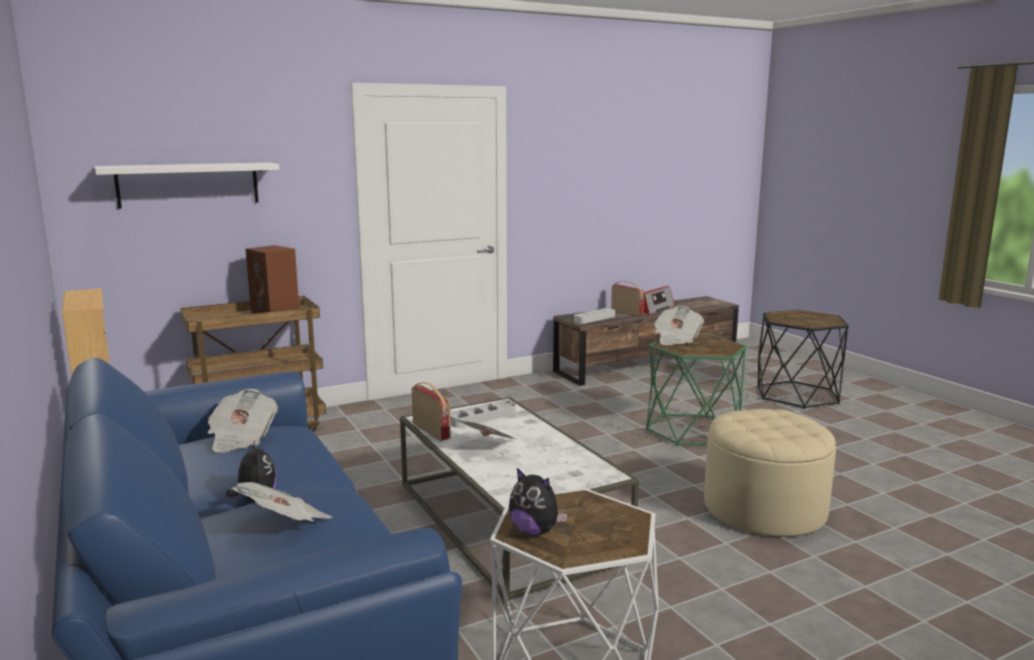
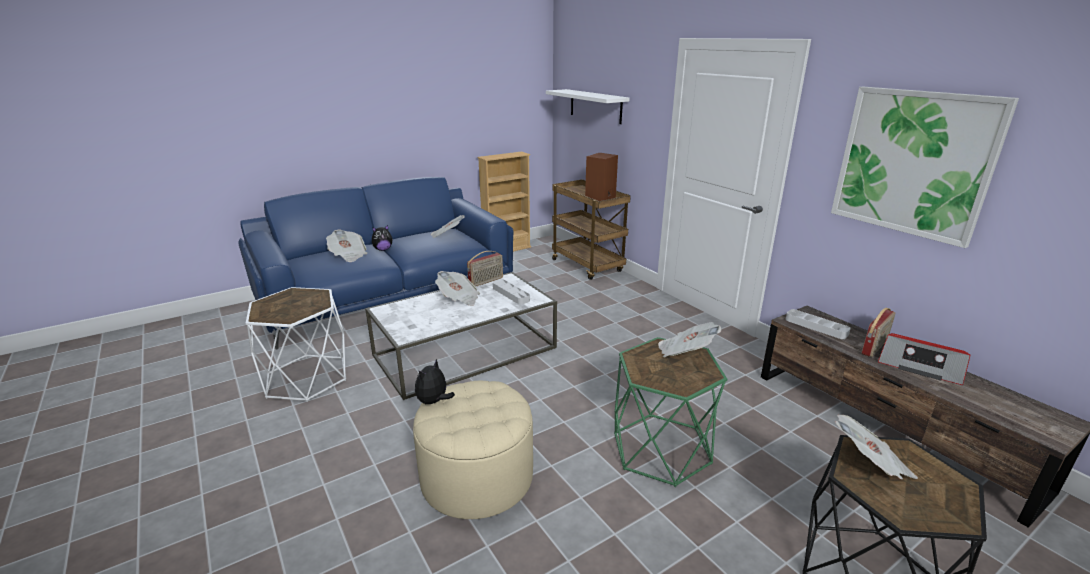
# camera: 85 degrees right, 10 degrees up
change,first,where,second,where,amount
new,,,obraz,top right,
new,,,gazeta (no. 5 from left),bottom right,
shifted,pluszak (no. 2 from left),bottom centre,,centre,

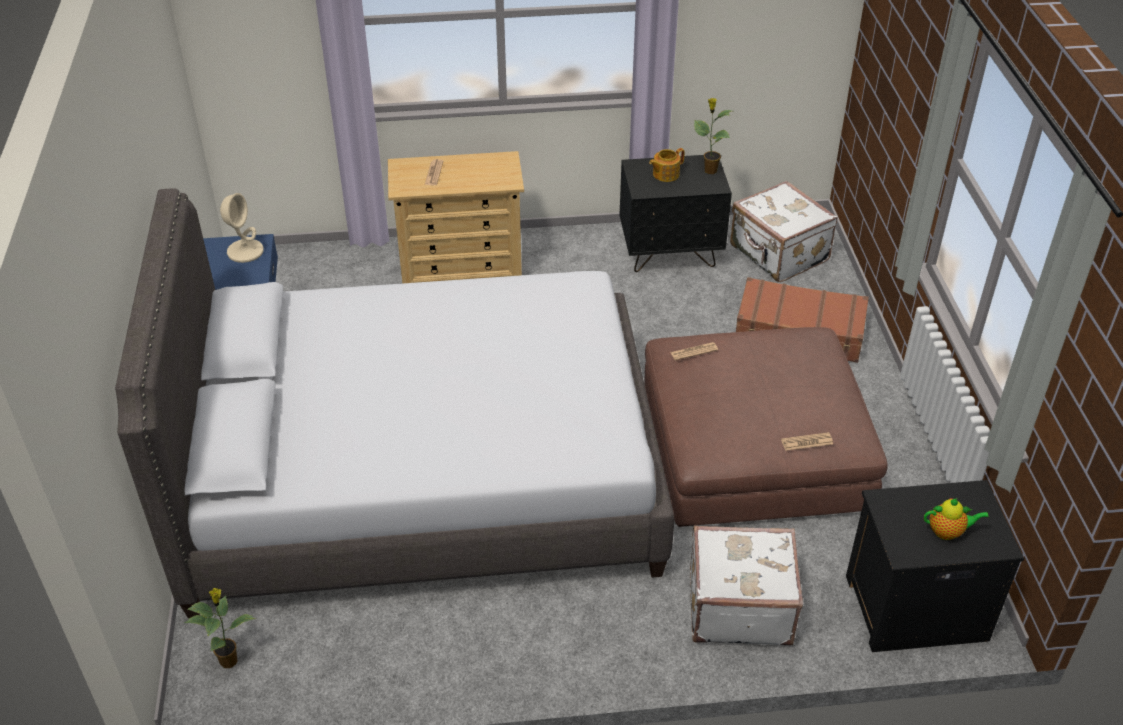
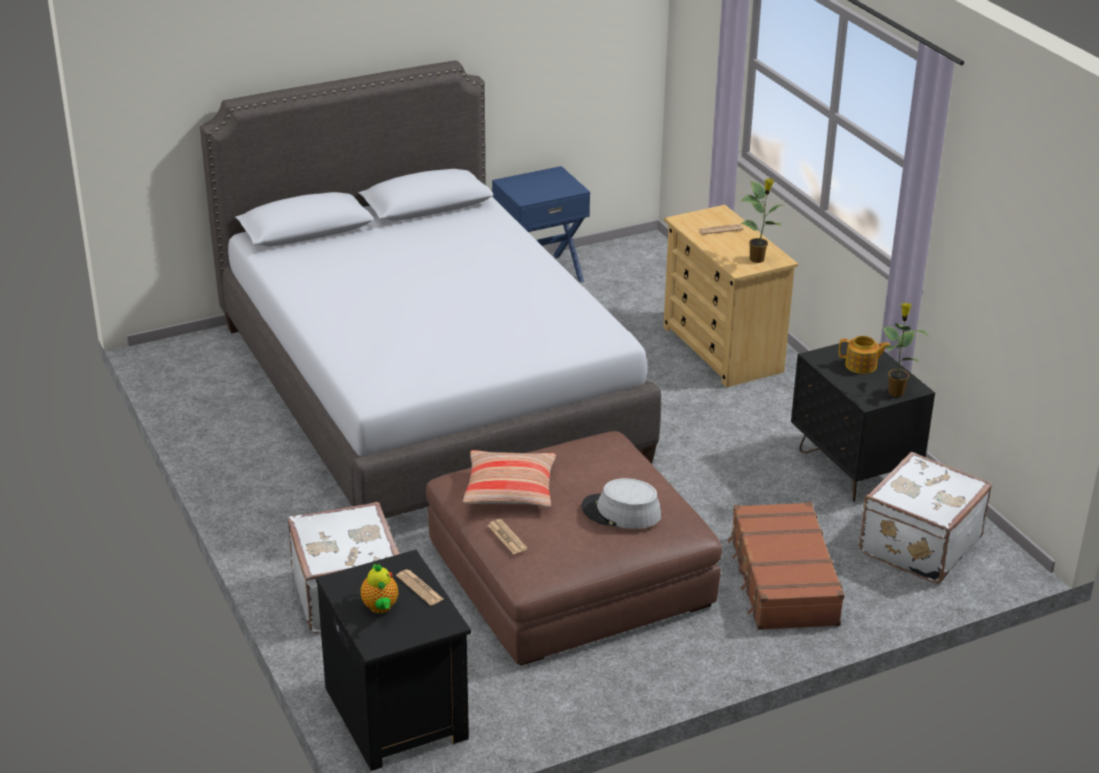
# camera: 70 degrees right, 10 degrees down
change,first,where,second,where,amount
gone,lampa stołowa (beżowy),top left,,,
new,,,poduszka,centre,
new,,,kapelusz (szary),centre,
shifted,roślina doniczkowa (no. 1 from left),bottom left,,top right,
shifted,gazeta (no. 2 from left in the first image),centre,gazeta (no. 1 from left),bottom centre,
rotated,imbryk (no. 1 from left in the first image),top centre,imbryk (no. 2 from left),middle right,150 degrees clockwise

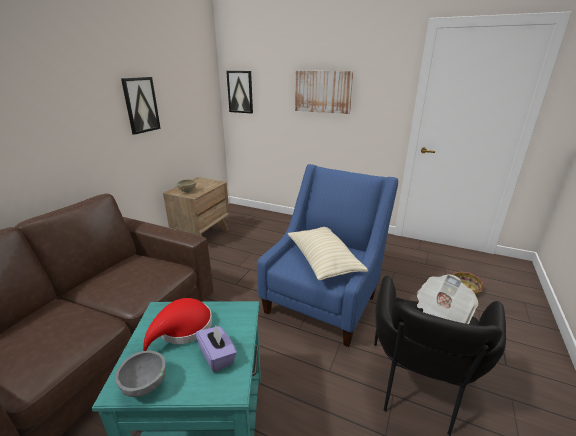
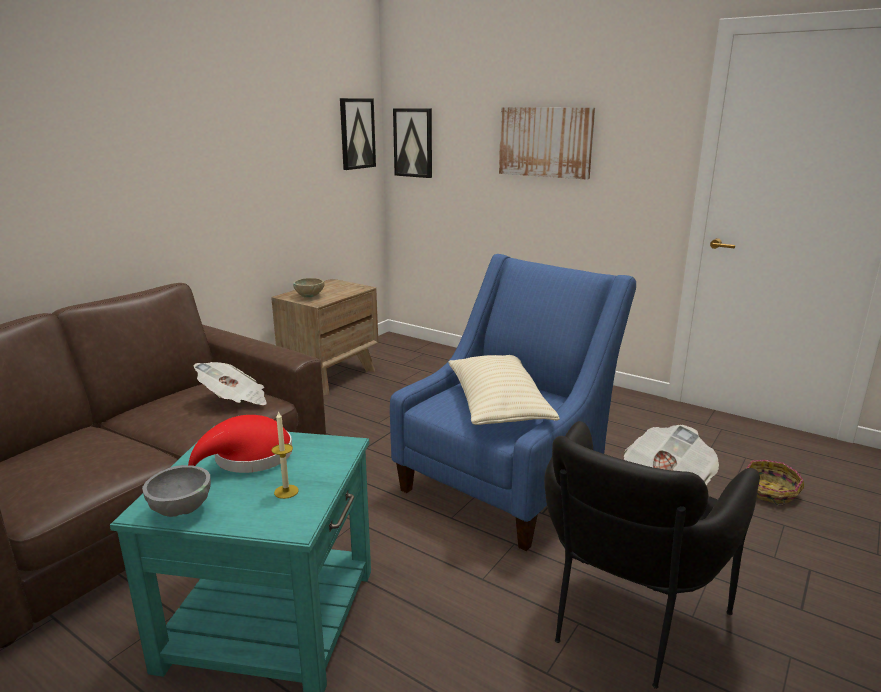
# camera: 10 degrees right, 5 degrees down
change,first,where,second,where,amount
new,,,gazeta (no. 1 from left),middle left,
shifted,obraz (no. 1 from left),top left,,top centre,
swapped,pudełko chusteczek (fioletowy),bottom centre,świeca,middle left,

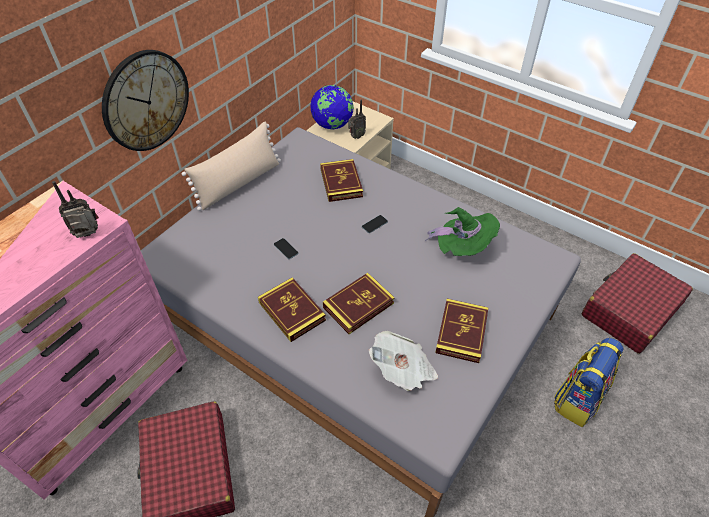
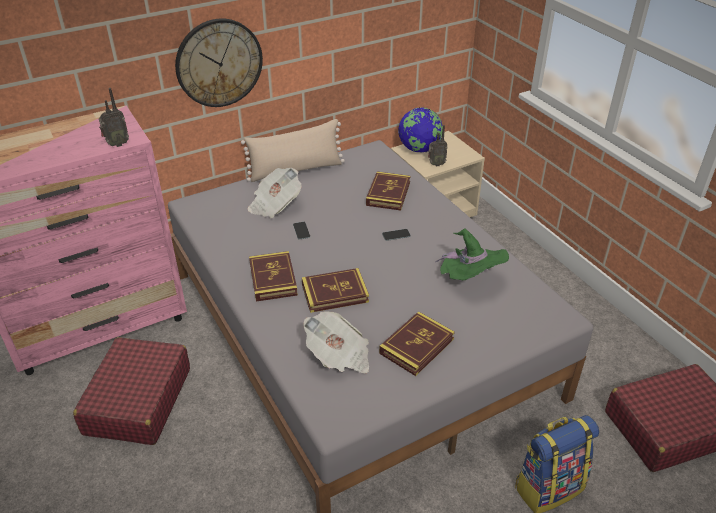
# camera: 25 degrees right, 10 degrees down
change,first,where,second,where,amount
new,,,gazeta (no. 1 from left),centre,
rotated,radio (no. 1 from left),middle left,,top left,150 degrees clockwise

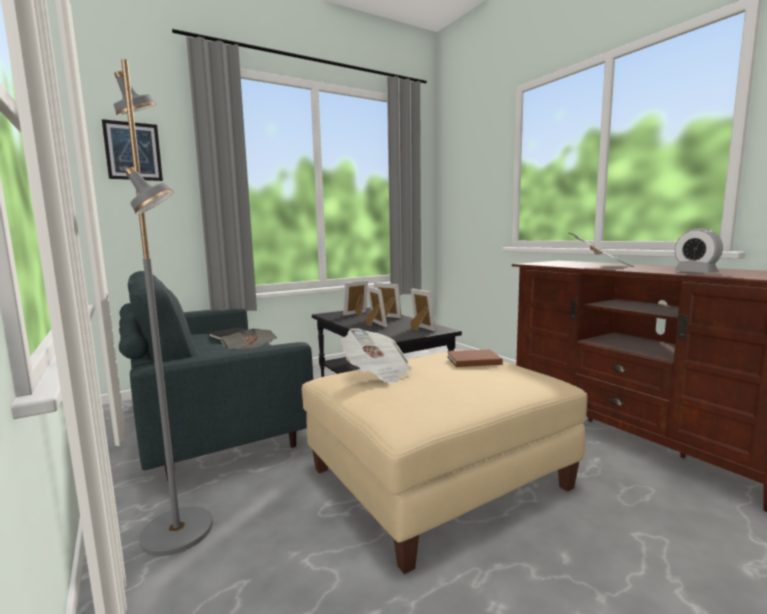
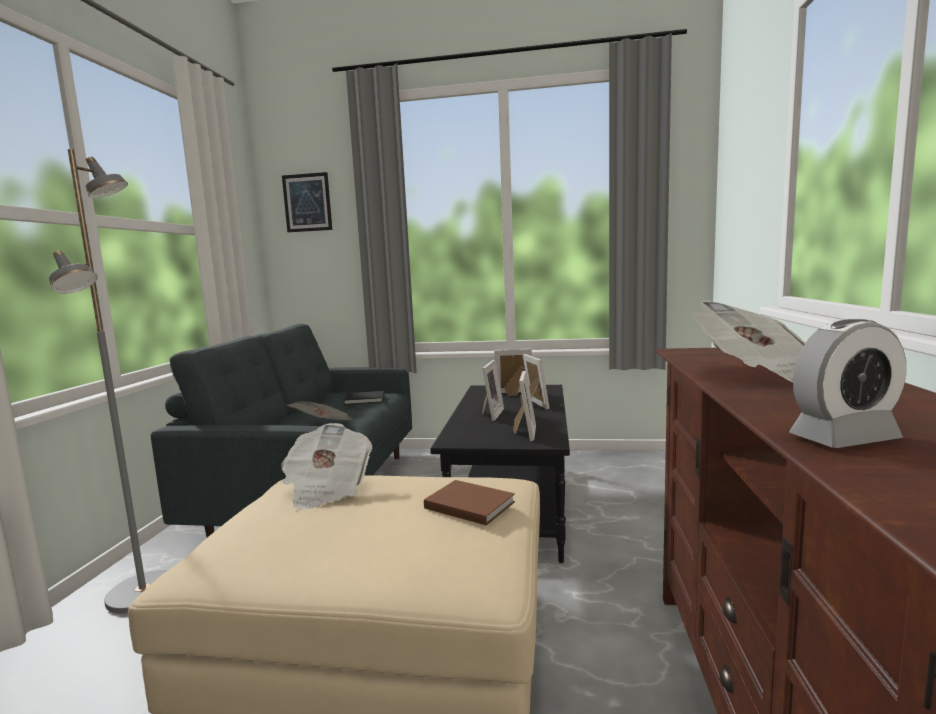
# camera: 40 degrees right, 0 degrees up
change,first,where,second,where,amount
rotated,budzik,middle right,,middle right,120 degrees counterclockwise

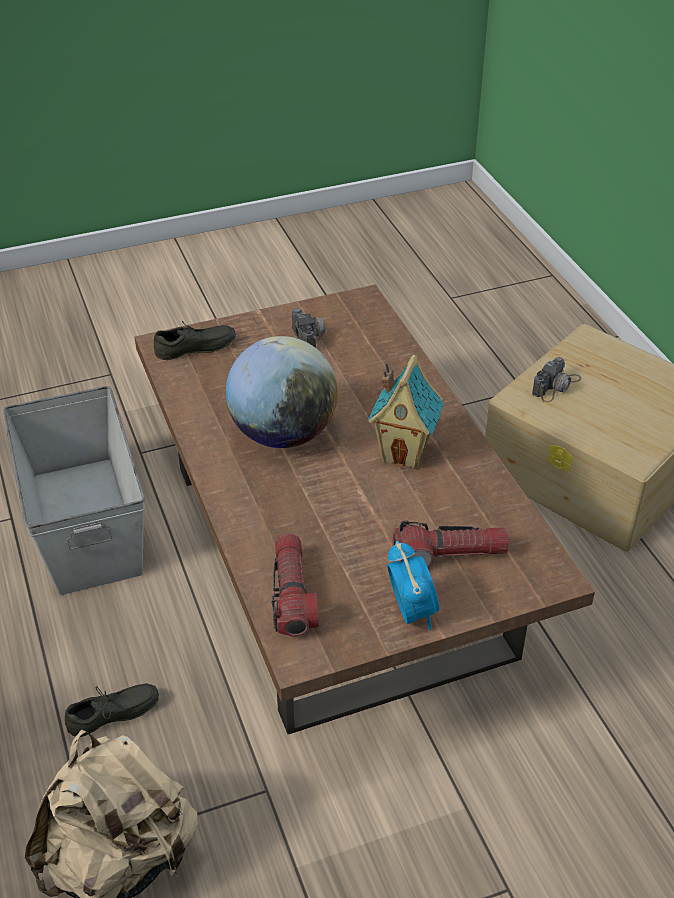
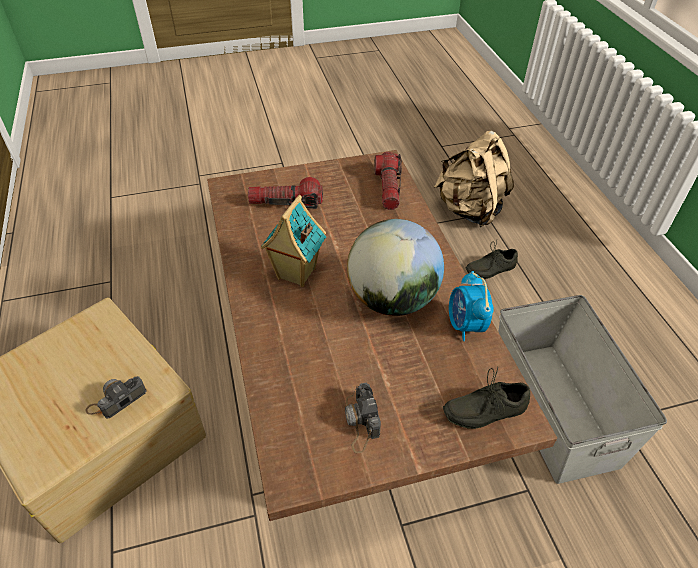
# camera: 175 degrees left, 5 degrees up
change,first,where,second,where,amount
shifted,budzik,centre,,middle right,

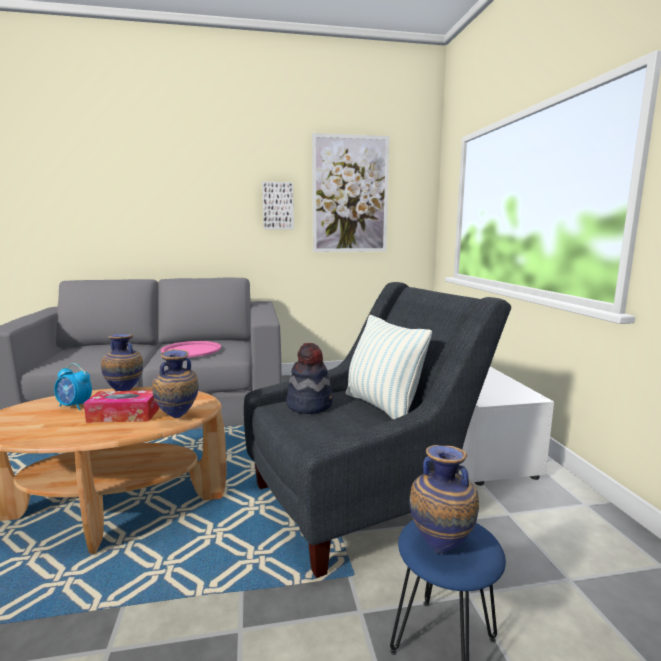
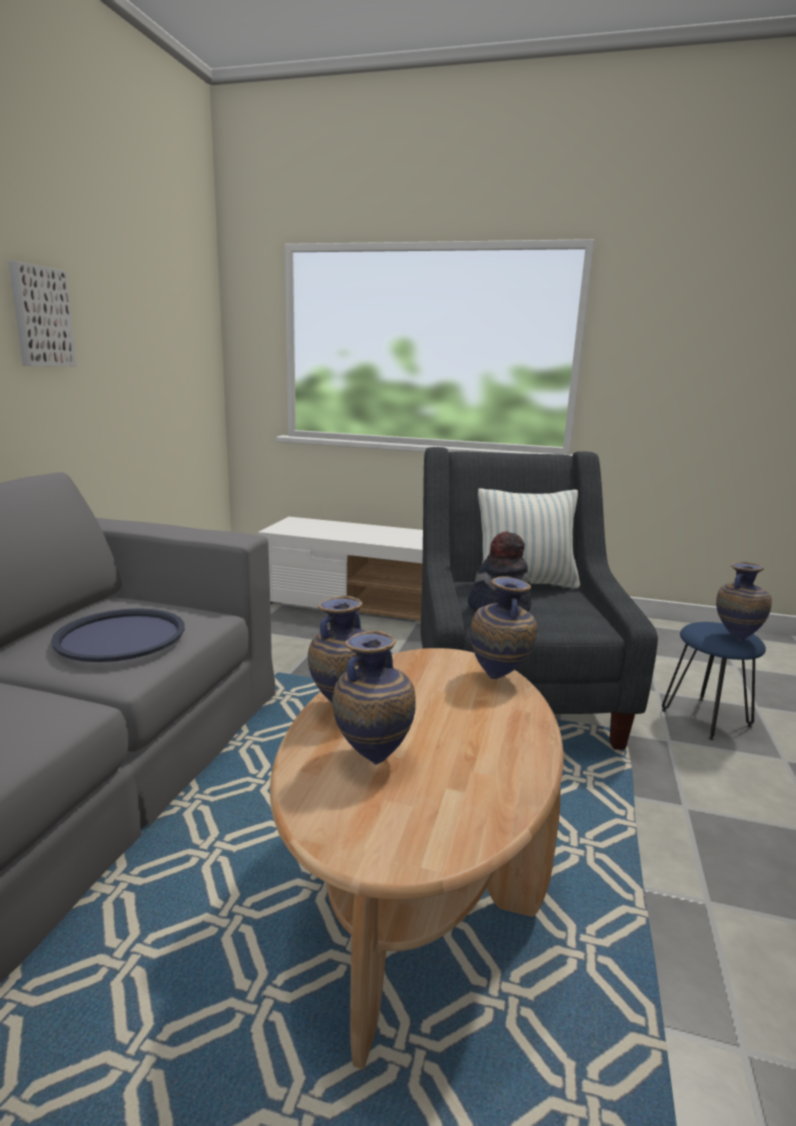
# camera: 65 degrees left, 5 degrees up
change,first,where,second,where,amount
gone,pudełko chusteczek,middle left,,,
gone,obraz (no. 2 from left),top centre,,,
swapped,budzik,middle left,wazon (no. 2 from left),centre,
repainted,taca (różowy),middle left,taca (niebieski),middle left,

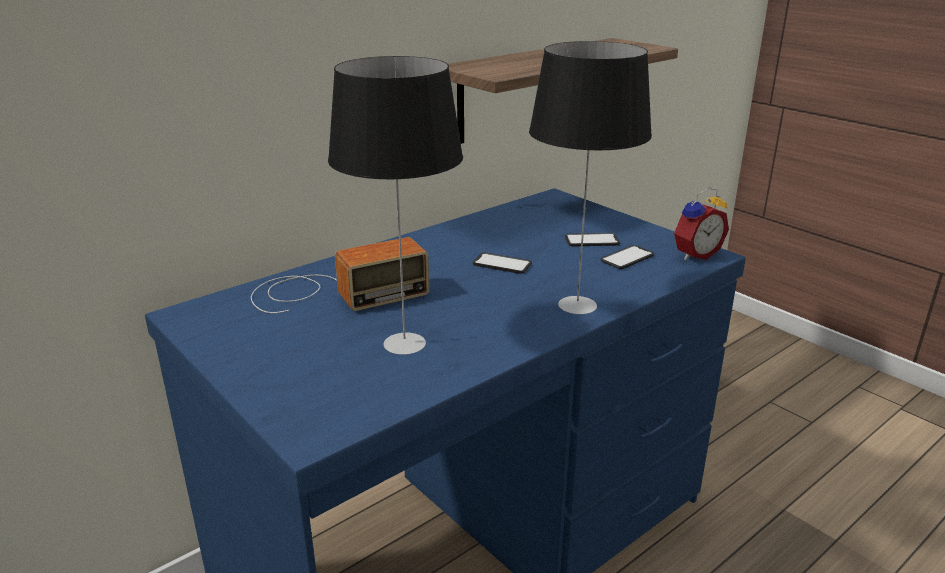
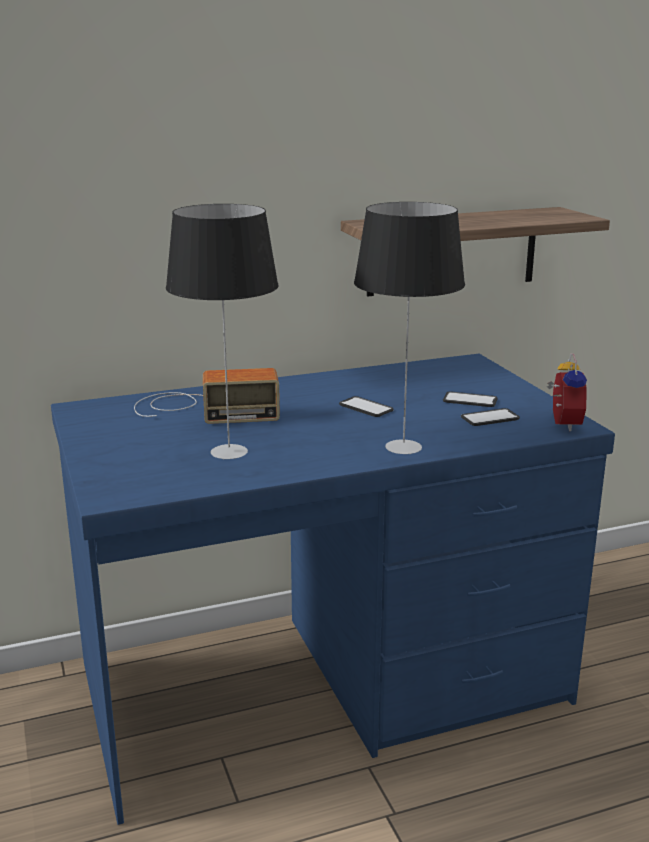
# camera: 20 degrees right, 5 degrees down
change,first,where,second,where,amount
rotated,budzik,middle right,,middle right,75 degrees counterclockwise

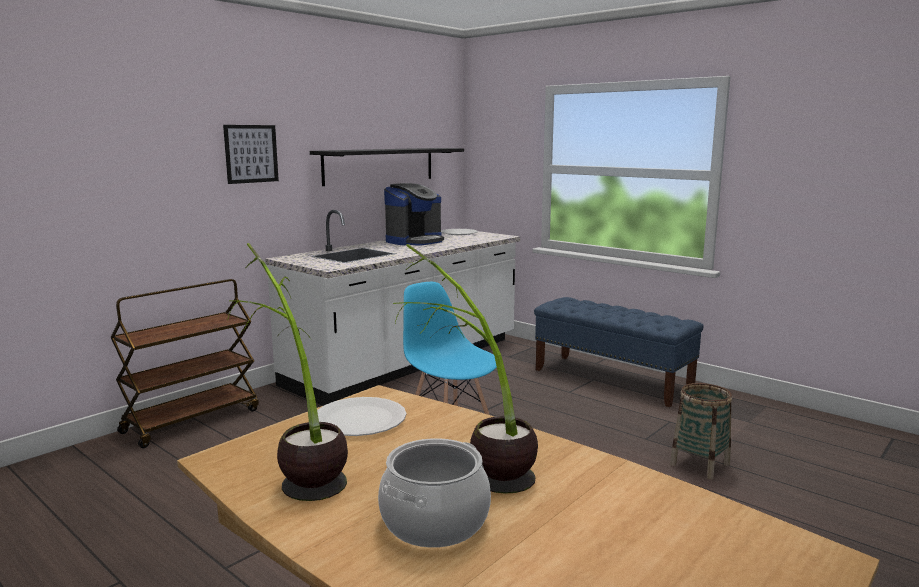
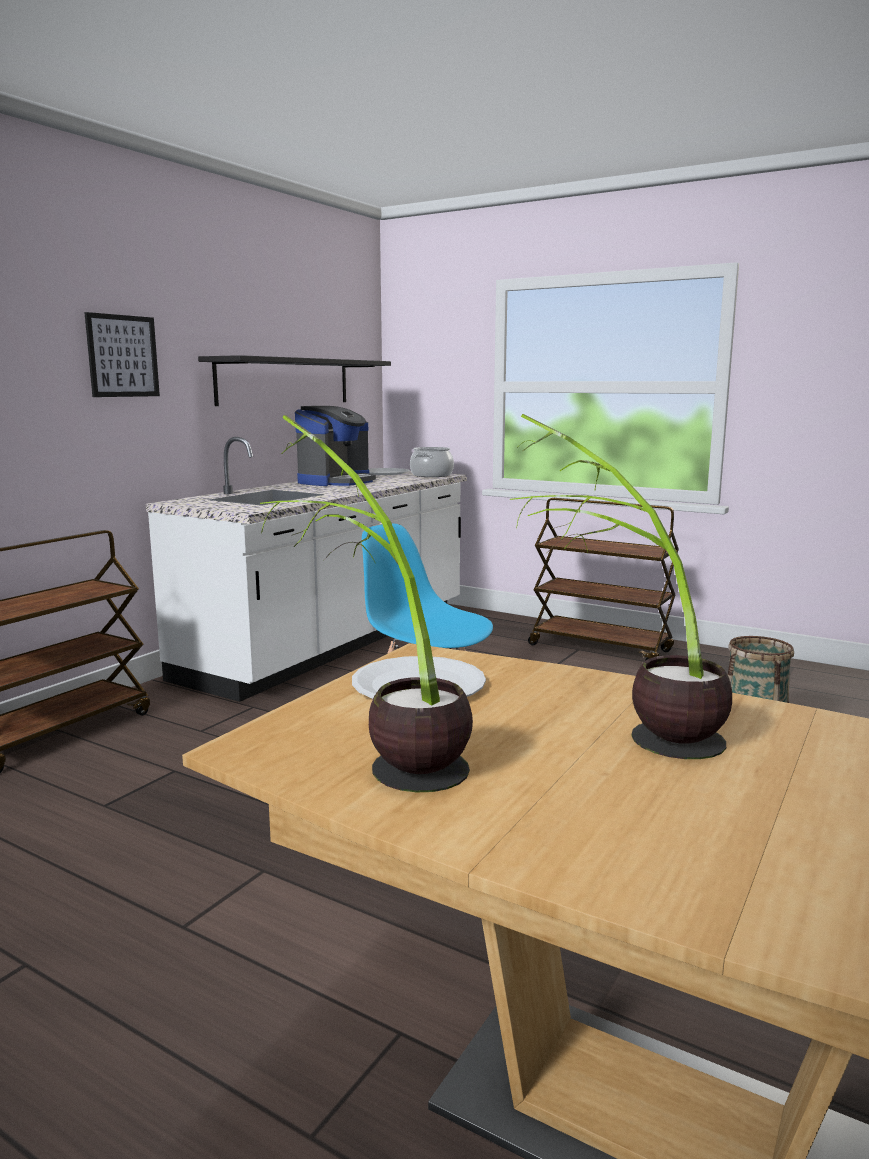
# camera: 10 degrees left, 0 degrees up
change,first,where,second,where,amount
shifted,garnek,bottom centre,,centre,
swapped,ławka (niebieski),middle right,wózek (brązowy) (no. 2 from left),middle right,

